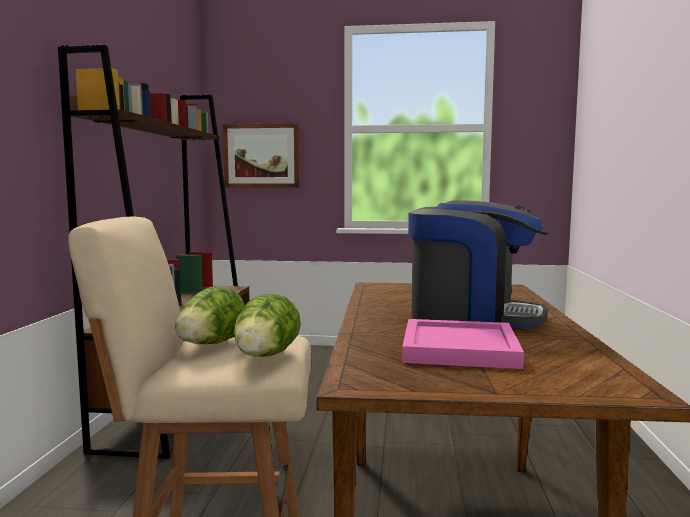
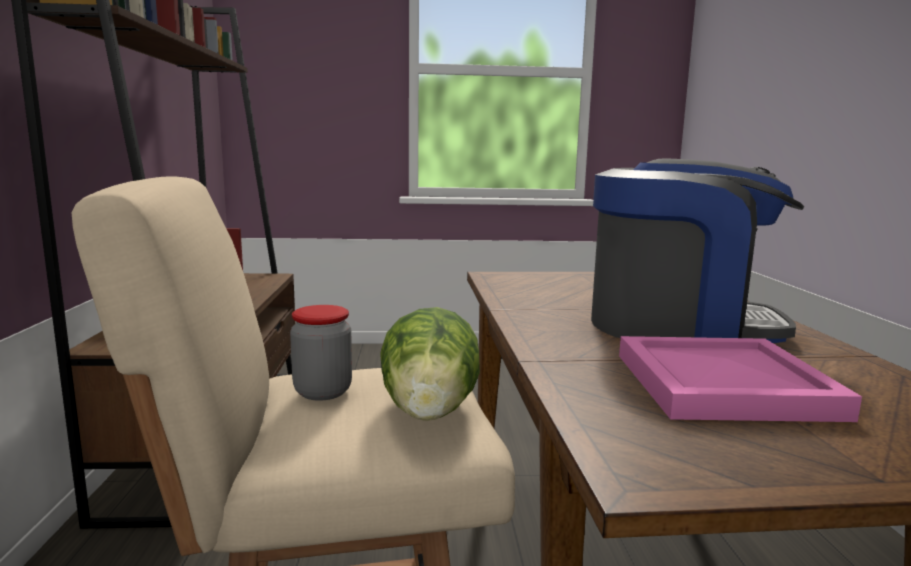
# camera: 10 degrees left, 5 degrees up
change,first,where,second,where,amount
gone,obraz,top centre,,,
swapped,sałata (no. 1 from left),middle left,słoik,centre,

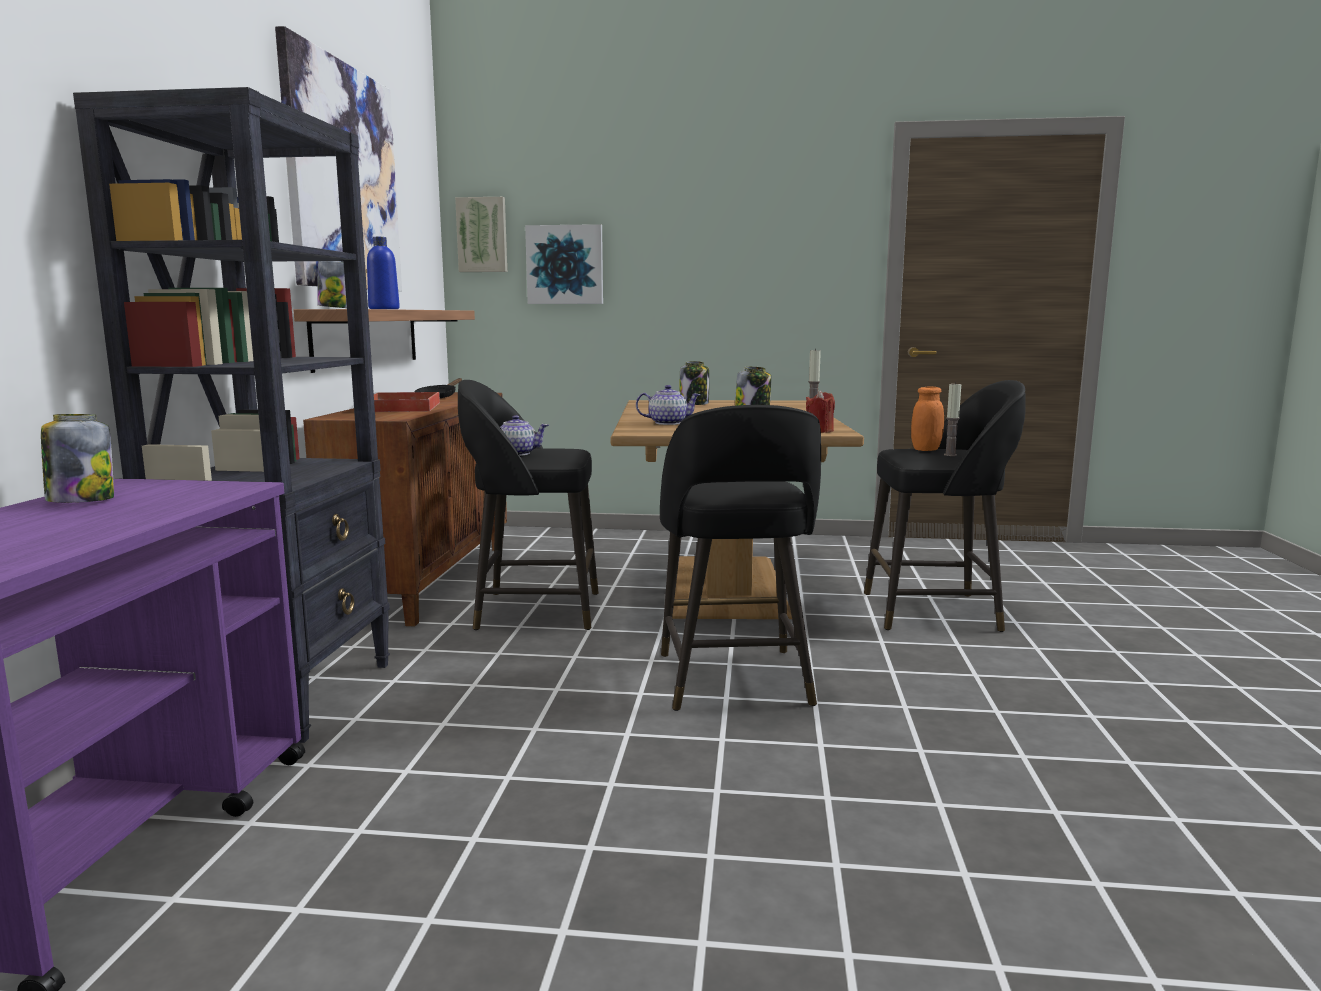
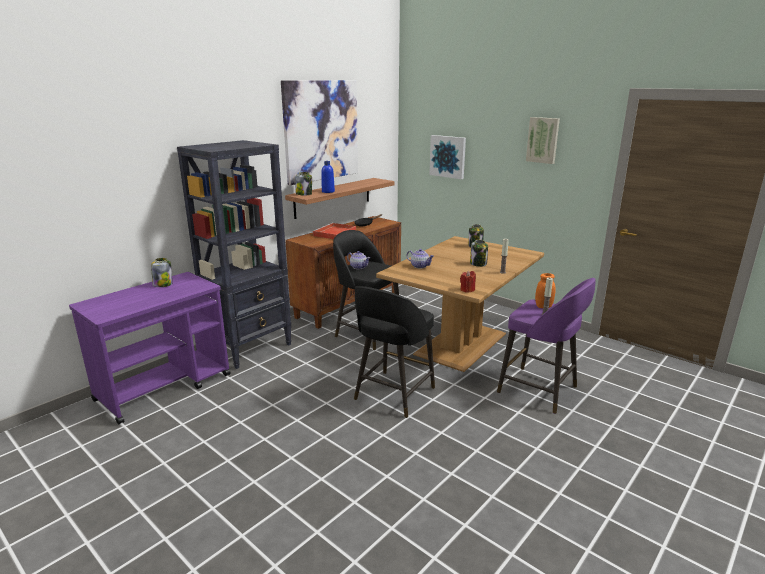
# camera: 35 degrees right, 10 degrees up
change,first,where,second,where,amount
shifted,obraz (no. 2 from left in the first image),top centre,obraz (no. 3 from left),top right,
repainted,stołek (czarny) (no. 3 from left),middle right,stołek (fioletowy),middle right,

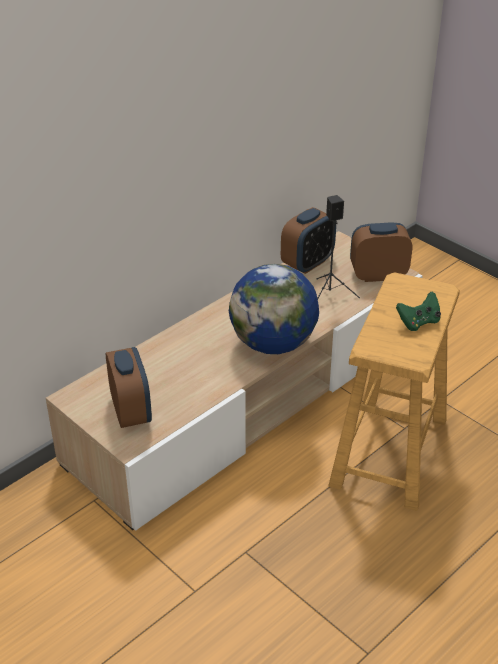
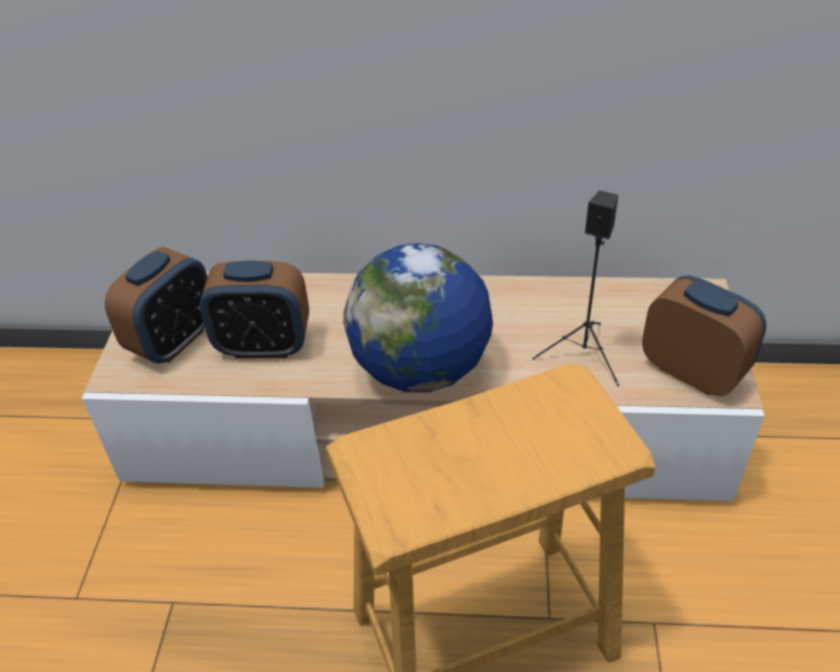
# camera: 50 degrees right, 5 degrees up
change,first,where,second,where,amount
gone,pad do gier (zielony),middle right,,,
shifted,budzik (no. 2 from left),centre,,middle left,

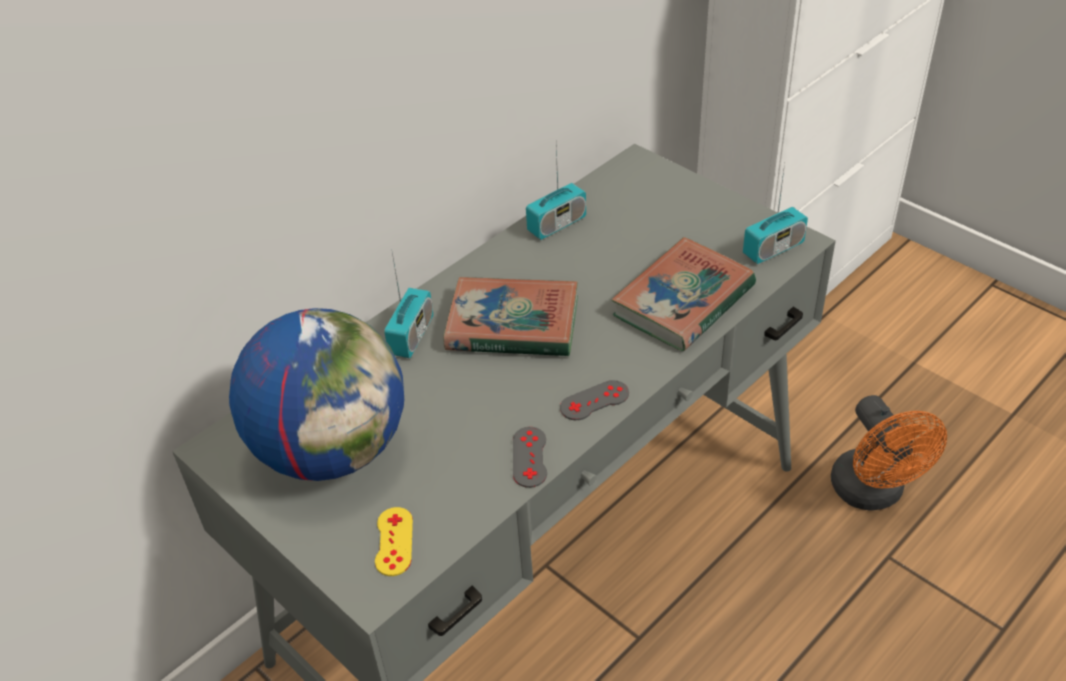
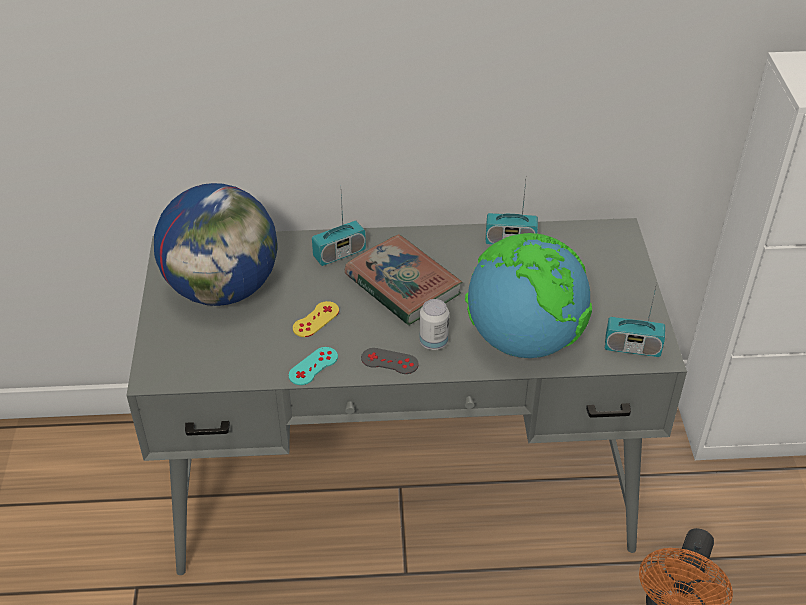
# camera: 40 degrees right, 0 degrees up
change,first,where,second,where,amount
new,,,puszka,centre,
shifted,pad do gier (żółty),bottom centre,,centre,
swapped,książka (no. 2 from left),centre,globus (no. 2 from left),centre,
repainted,pad do gier (szary) (no. 1 from left),bottom centre,pad do gier (turkusowy),centre,

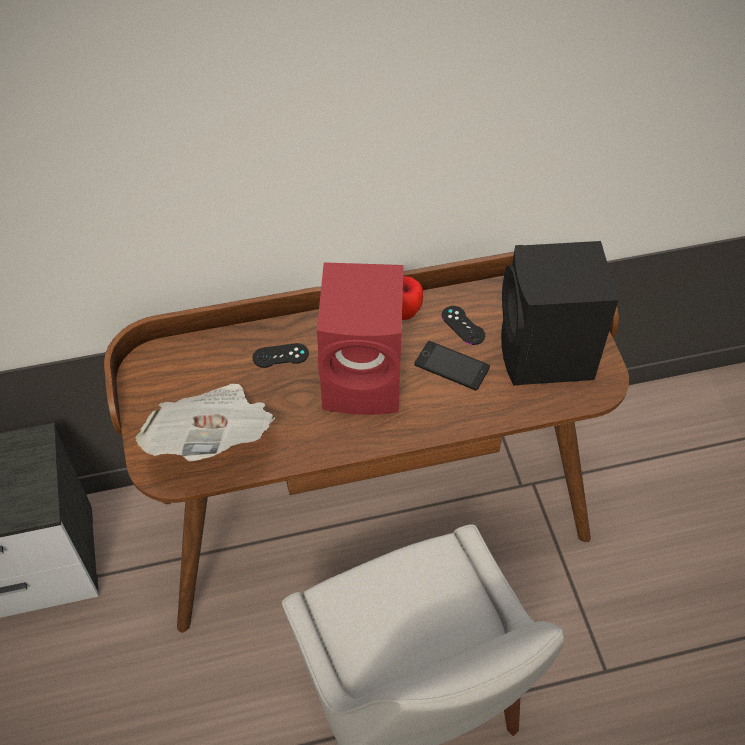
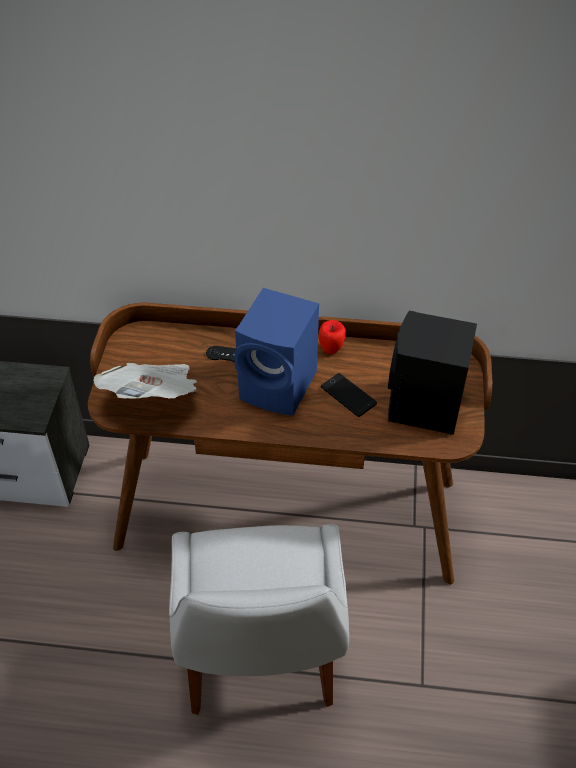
# camera: 20 degrees right, 5 degrees down
change,first,where,second,where,amount
gone,pad do gier (czarny) (no. 2 from left),centre,,,
repainted,głośnik (czerwony),centre,głośnik (niebieski),centre,

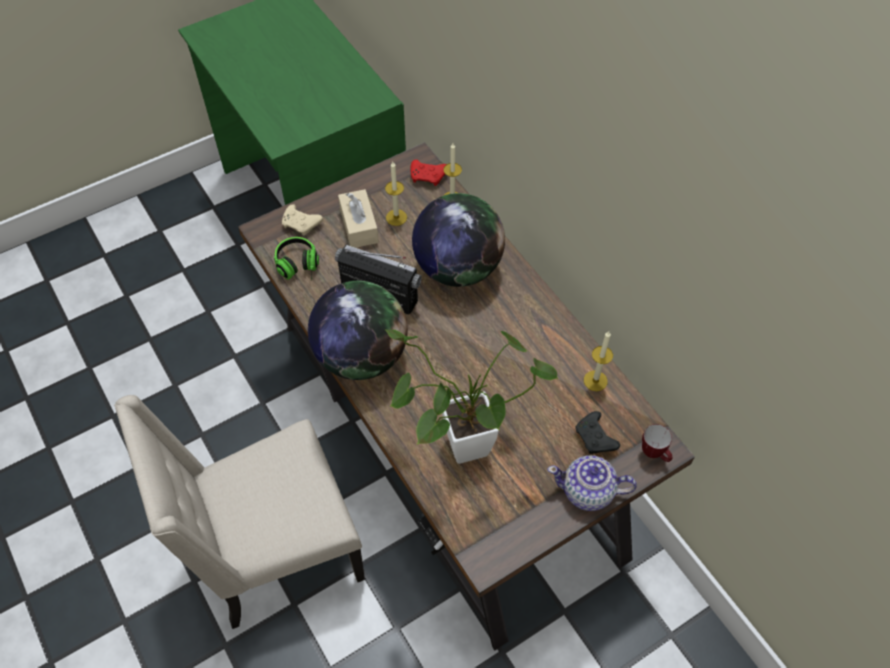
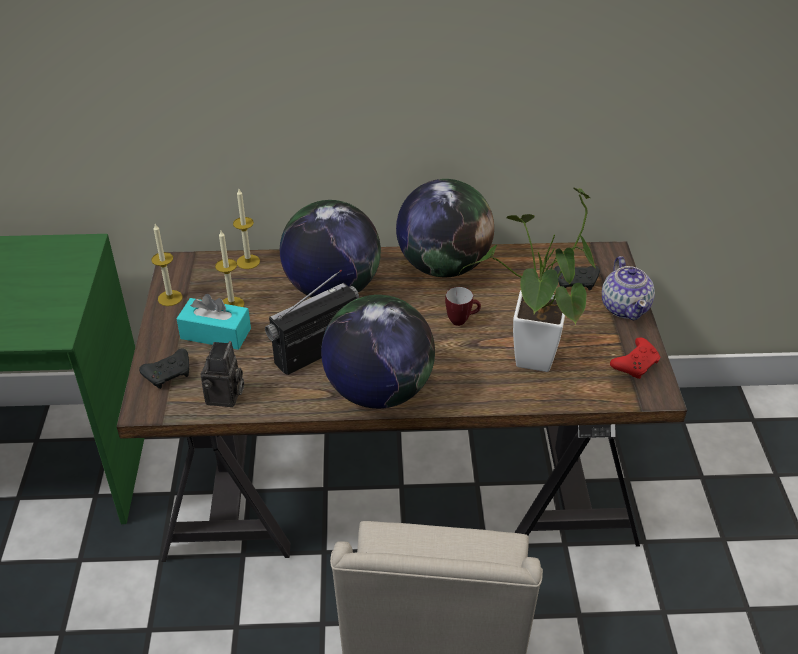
# camera: 60 degrees left, 15 degrees down
change,first,where,second,where,amount
new,,,globus (no. 3 from left),centre,
shifted,pad do gier (czerwony),top centre,,middle right,
shifted,świeca (no. 3 from left in the first image),middle right,świeca (no. 1 from left),middle left,
shifted,kubek,middle right,,centre,
swapped,słuchawki,middle left,aparat fotograficzny,middle left,
repainted,pad do gier (beżowy),top centre,pad do gier (czarny) (no. 1 from left),middle left,
repainted,pudełko chusteczek (beżowy),top centre,pudełko chusteczek (turkusowy),middle left,
rotated,imbryk,bottom centre,,middle right,45 degrees counterclockwise

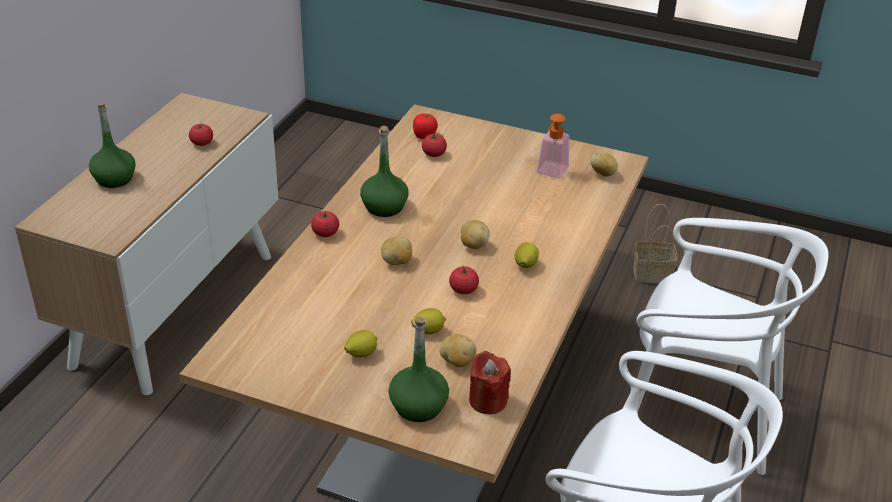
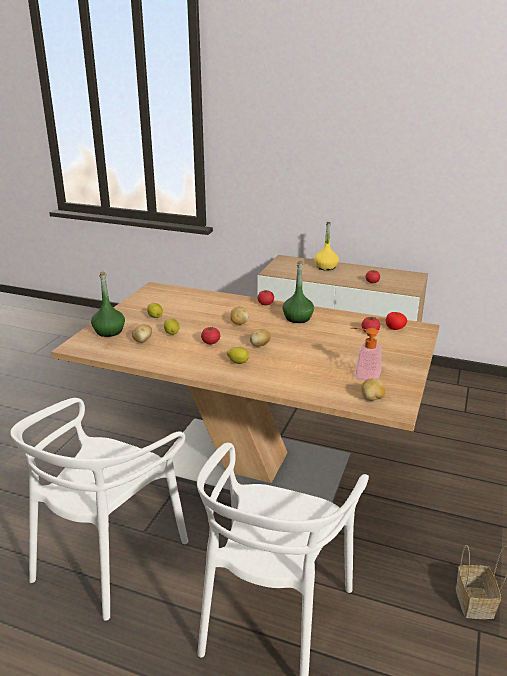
# camera: 90 degrees right, 10 degrees down
change,first,where,second,where,amount
gone,świeca (czerwony),bottom centre,,,
repainted,butelka (zielony) (no. 1 from left),top left,butelka (żółty),centre,

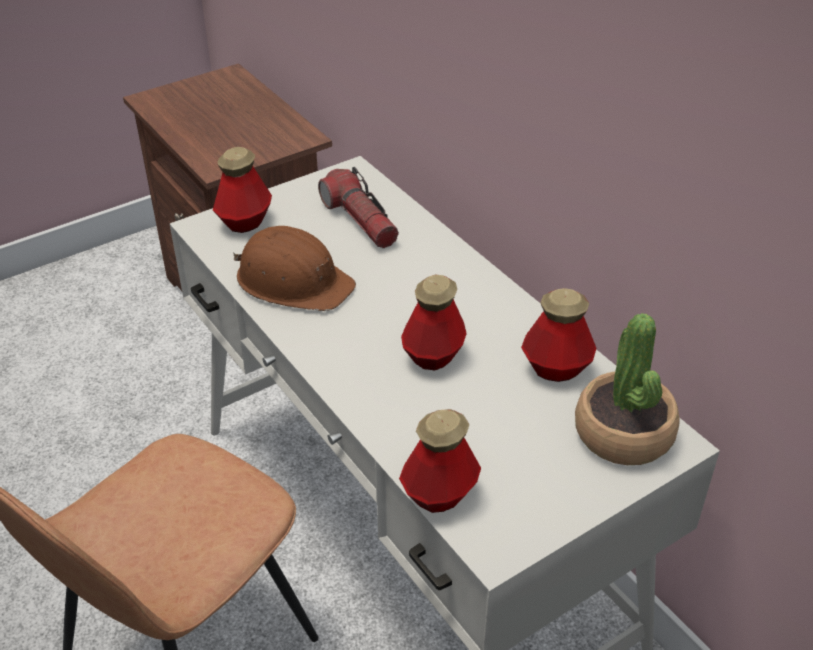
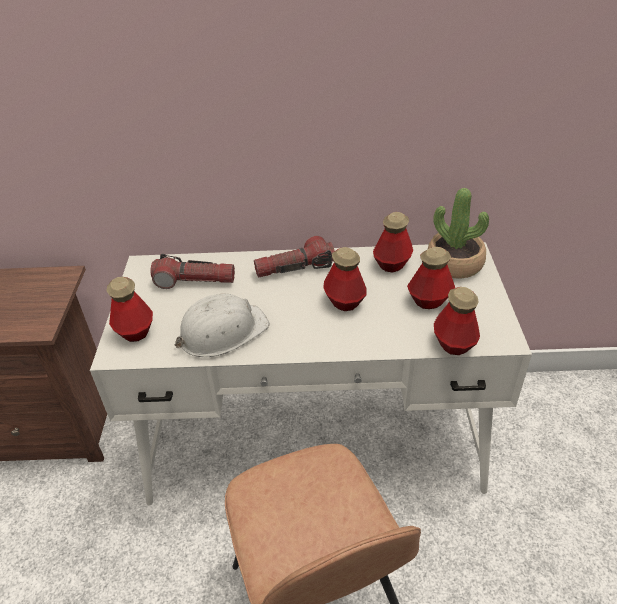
# camera: 55 degrees left, 0 degrees up
change,first,where,second,where,amount
new,,,latarka (no. 2 from left),centre,
new,,,butelka (no. 4 from left),middle right,
repainted,kask (brązowy),centre,kask (biały),centre,

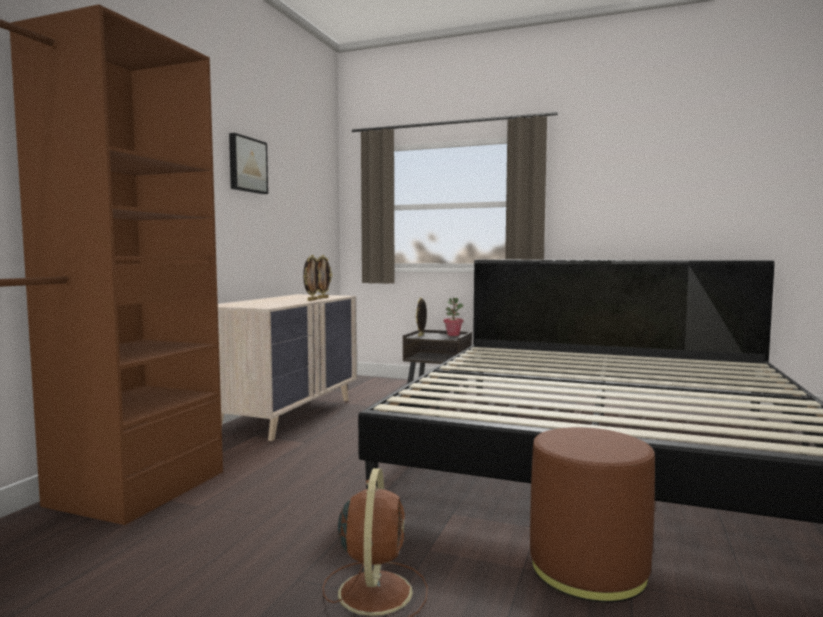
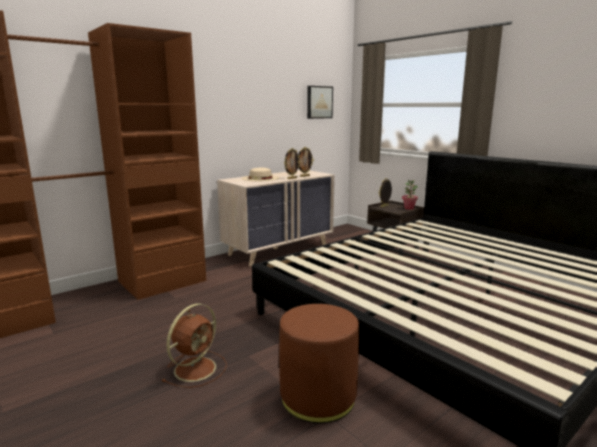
# camera: 30 degrees right, 10 degrees up
change,first,where,second,where,amount
new,,,kapelusz (beżowy),centre,
shifted,obraz,top left,,top centre,

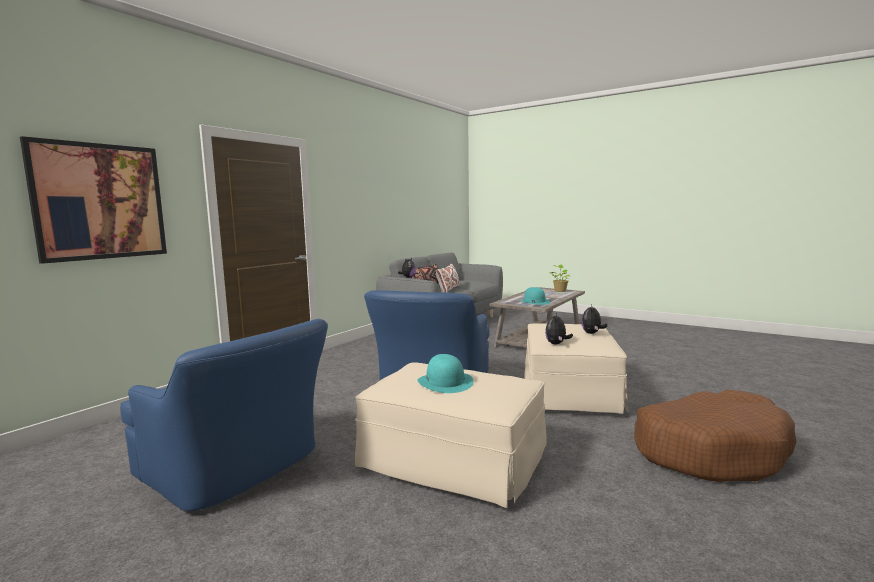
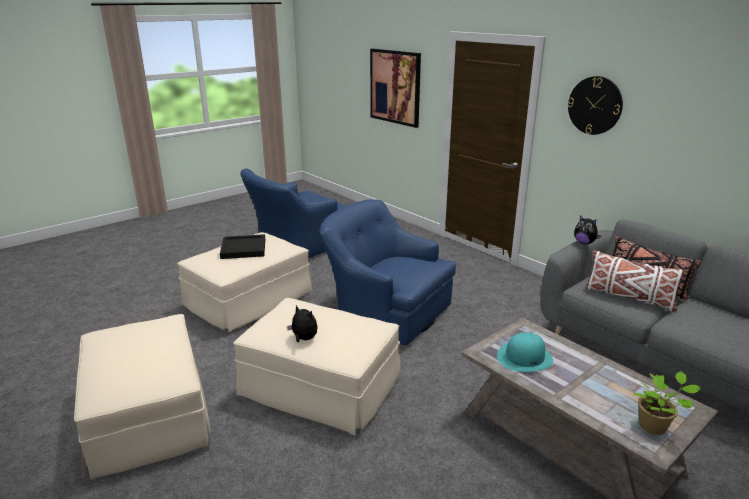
# camera: 105 degrees right, 15 degrees up
change,first,where,second,where,amount
gone,pluszak (no. 2 from left),centre,,,
new,,,zegar ścienny,top right,
swapped,kapelusz (turkusowy) (no. 1 from left),centre,taca (czarny),middle left,
swapped,legowisko (brązowy),bottom right,pufa (beżowy) (no. 1 from left),bottom left,

